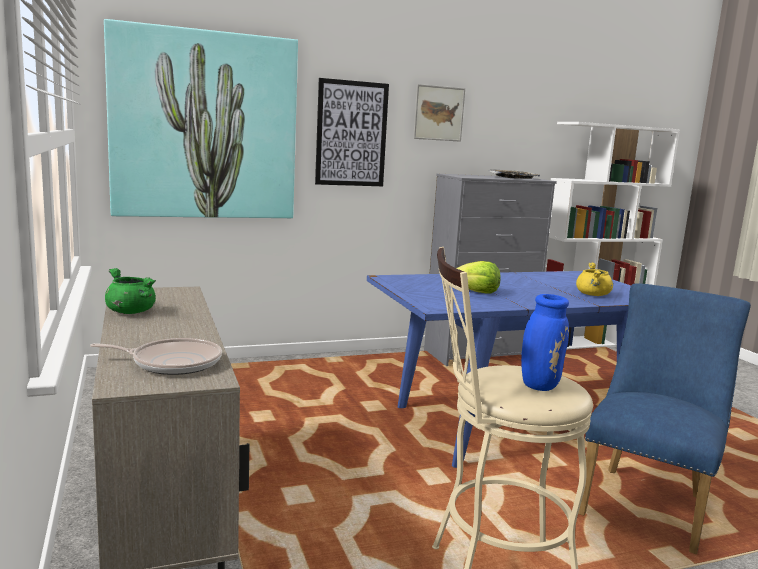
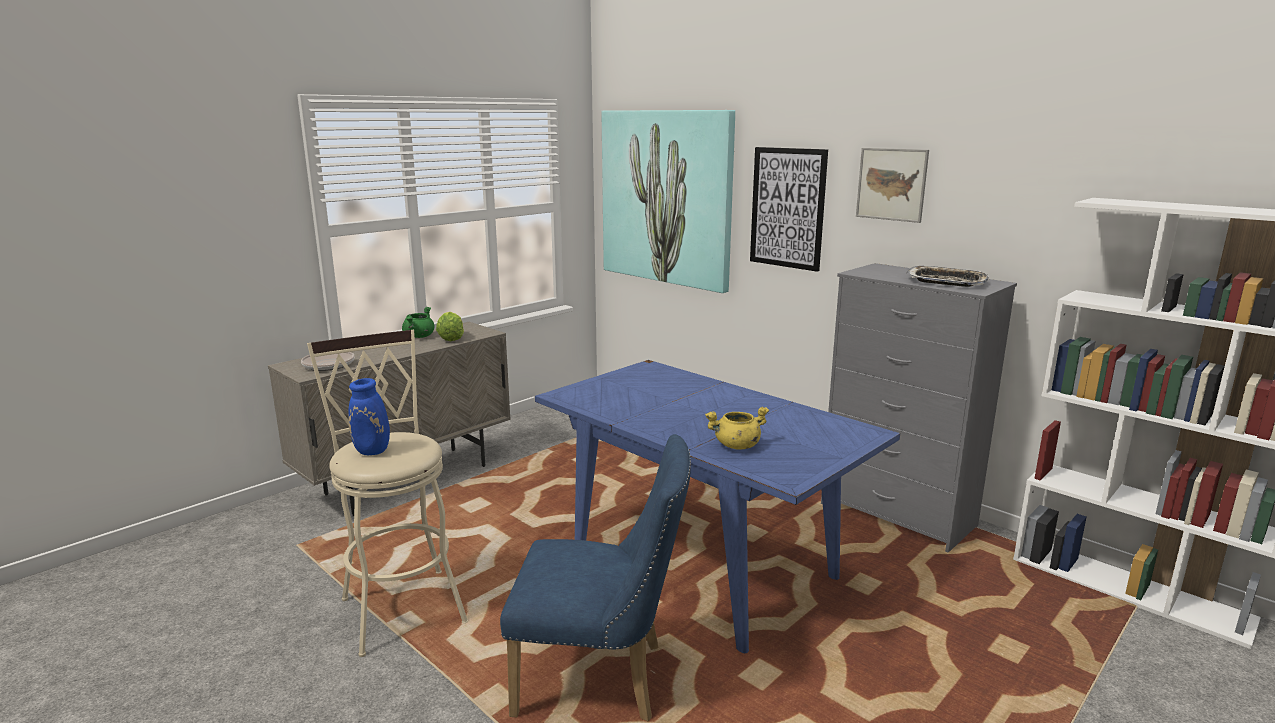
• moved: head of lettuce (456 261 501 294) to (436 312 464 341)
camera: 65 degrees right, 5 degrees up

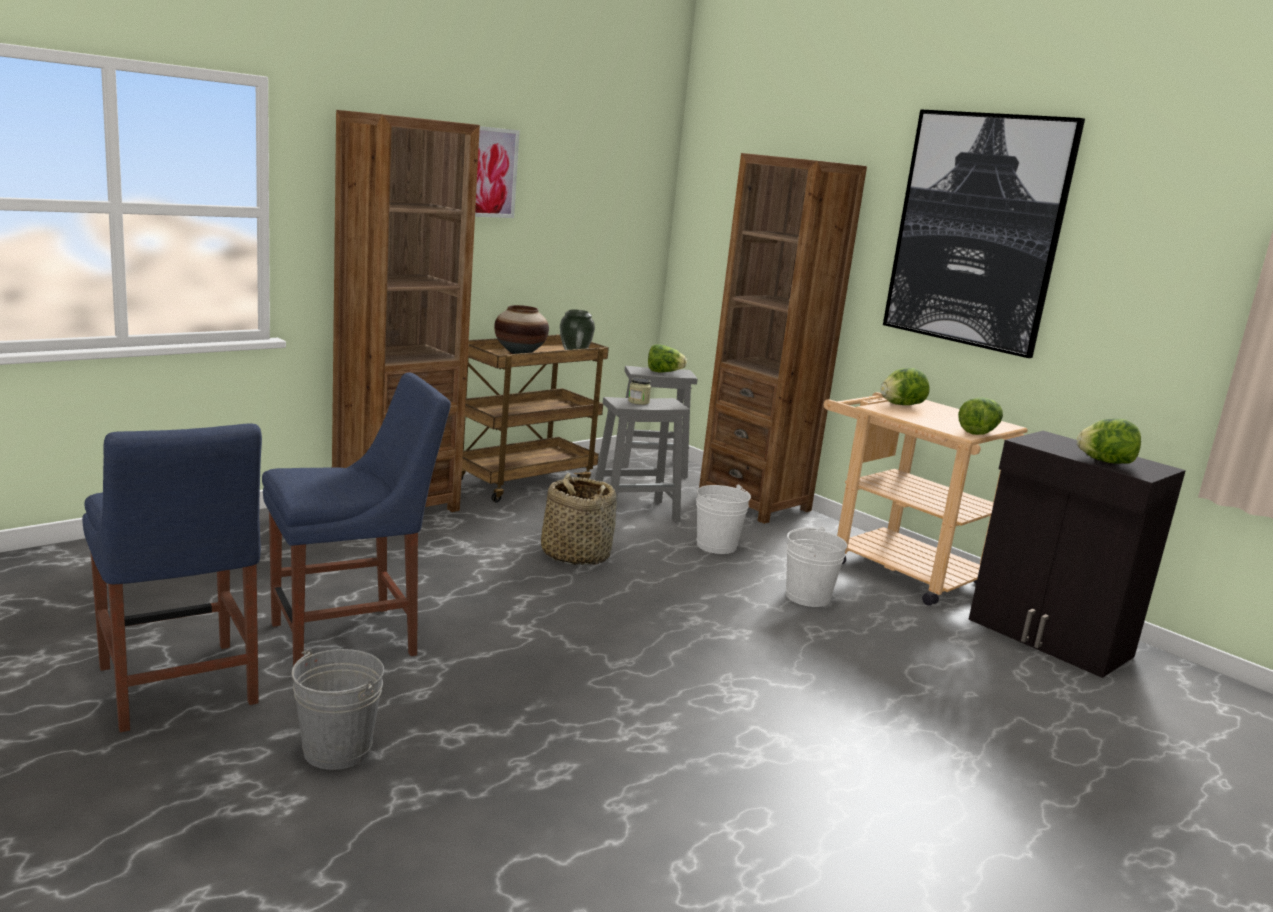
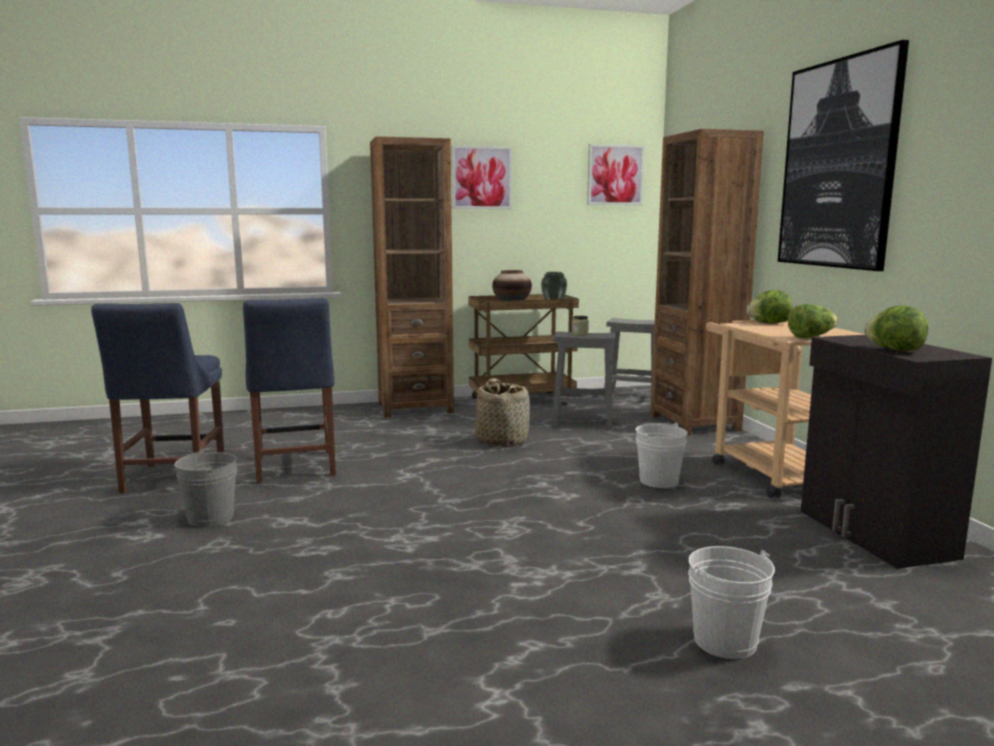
• turned: upright chair/blue-coloured (262 373 451 666) = (243 298 336 483) 75 degrees clockwise
• added: wall picture (587 144 645 205)
• moved: pail/white-coloured (696 485 751 554) to (688 546 775 659)
• removed: head of lettuce (648 344 687 372)
camera: 30 degrees right, 5 degrees down

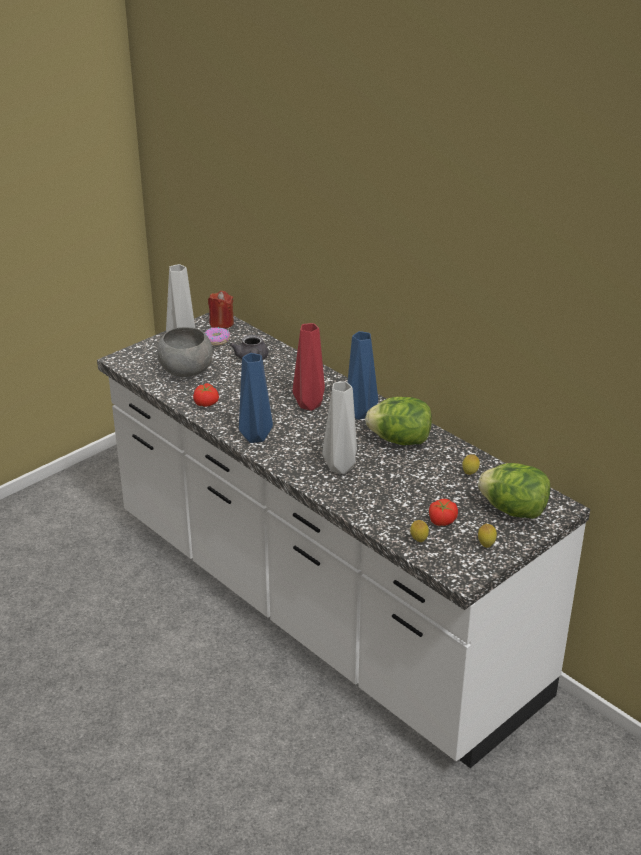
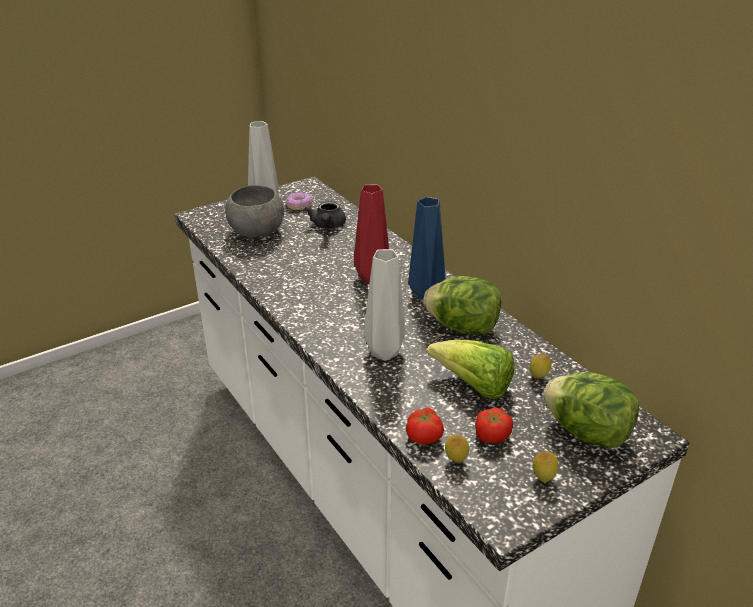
• moved: whole tomato (193 383 219 407) to (406 407 444 445)
• added: head of lettuce (427 340 514 399)
• removed: wax light/red-coloured (208 291 234 329)
• removed: flower vase/blue-coloured (239 353 273 443)
camera: 10 degrees right, 0 degrees up

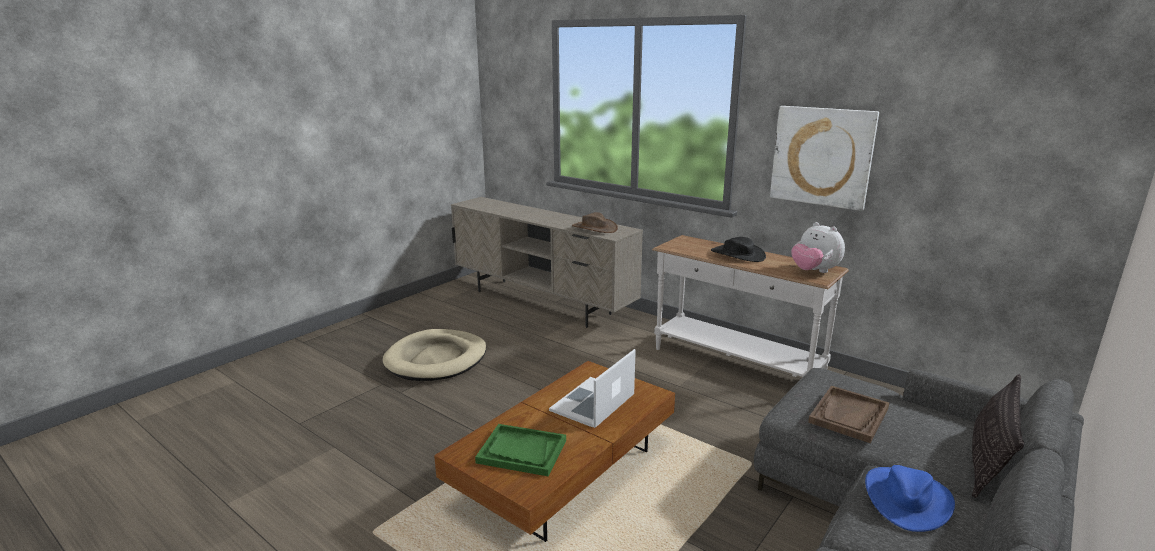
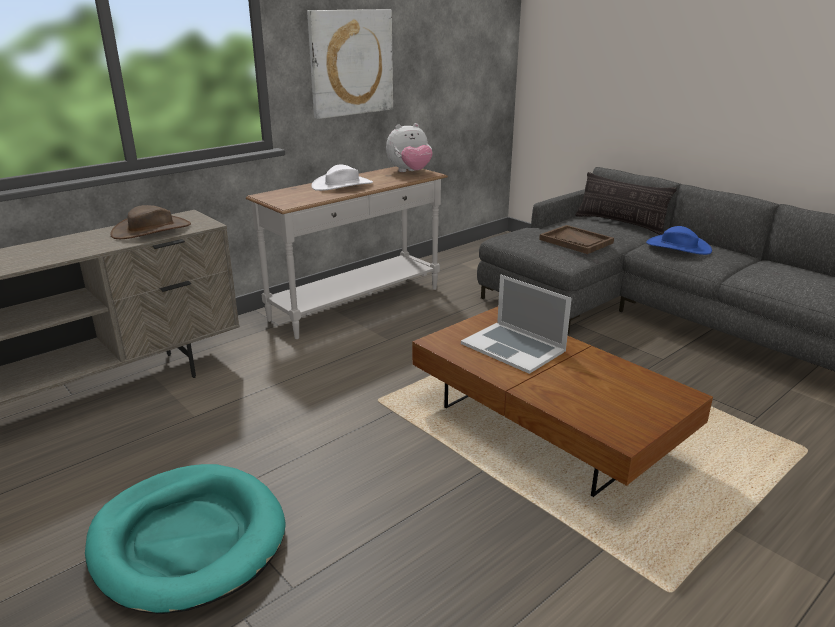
• recoloured: pet bed/beige-coloured (382 329 486 381) to pet bed/turquoise (85 464 285 614)
• recoloured: wearable hat/black (711 237 766 262) to wearable hat/white-coloured (311 164 373 191)
• removed: serving tray/greenish (475 424 566 476)
camera: 80 degrees left, 5 degrees up

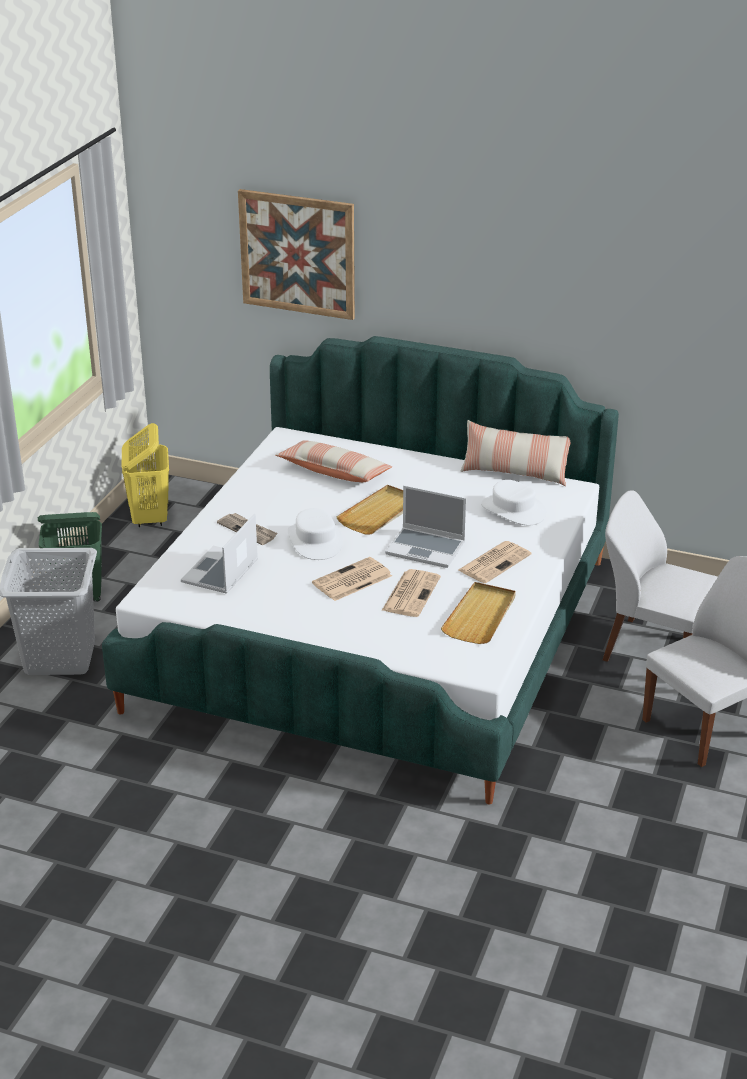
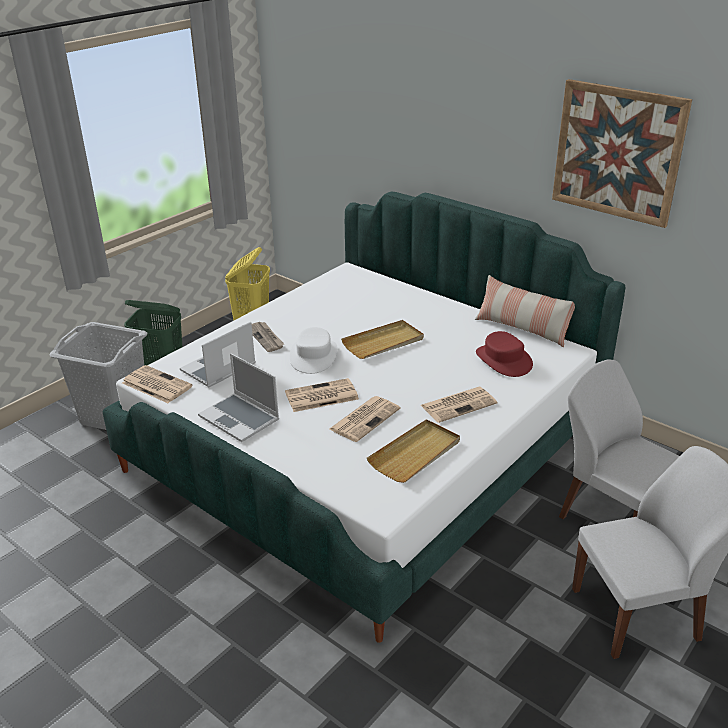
• added: daily paper (122 365 193 403)
• moved: notebook computer (385 486 466 568) to (198 353 279 442)
• recoloured: wearable hat/white-coloured (481 480 547 526) to wearable hat/red-coloured (476 331 533 377)
• moved: wall picture (238 189 355 320) to (552 79 692 228)
• removed: cushion (275 440 392 482)
camera: 20 degrees right, 0 degrees up

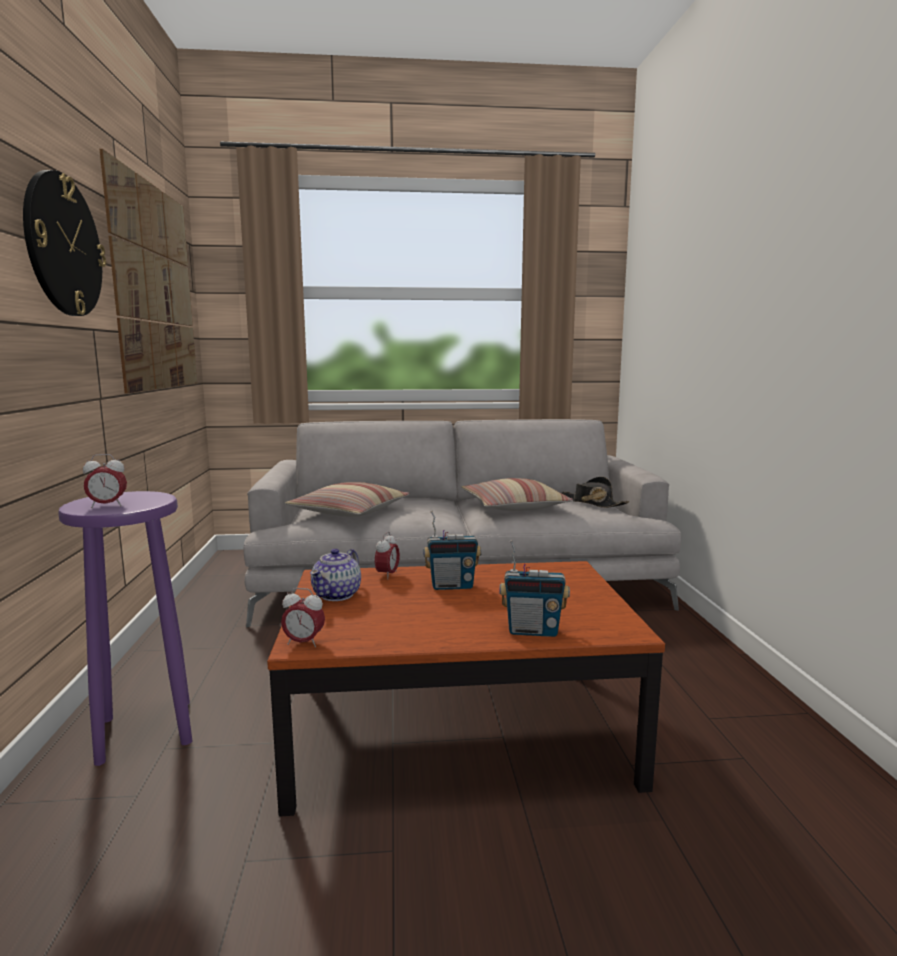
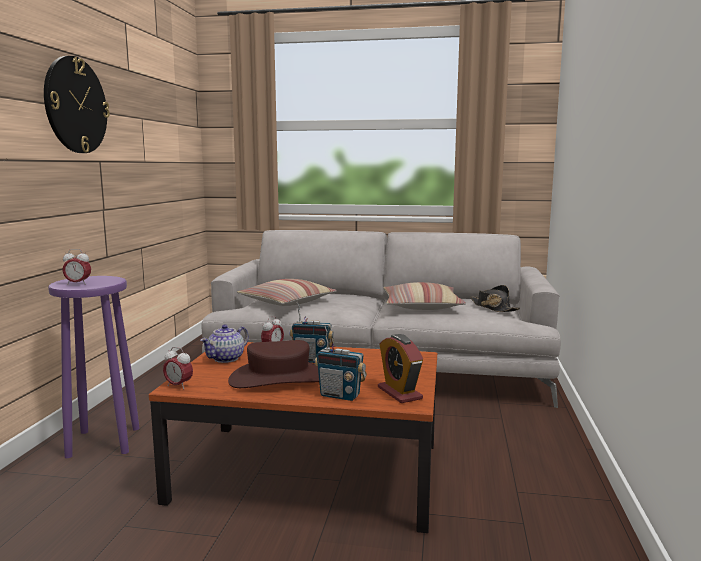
• added: wearable hat/brown-coloured (228 340 319 388)
• added: bedside clock (378 334 423 403)
• removed: wall picture (100 149 197 393)
camera: 15 degrees right, 0 degrees up

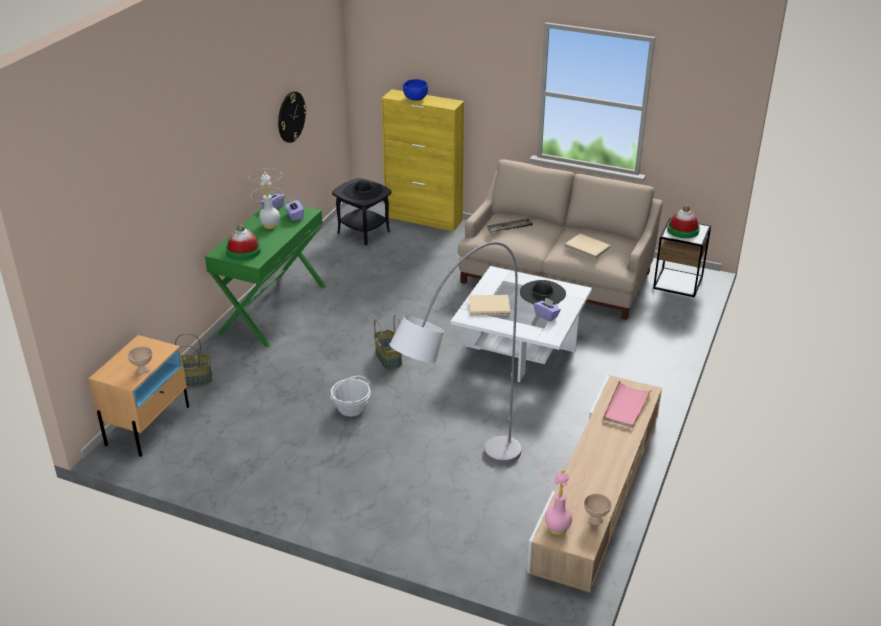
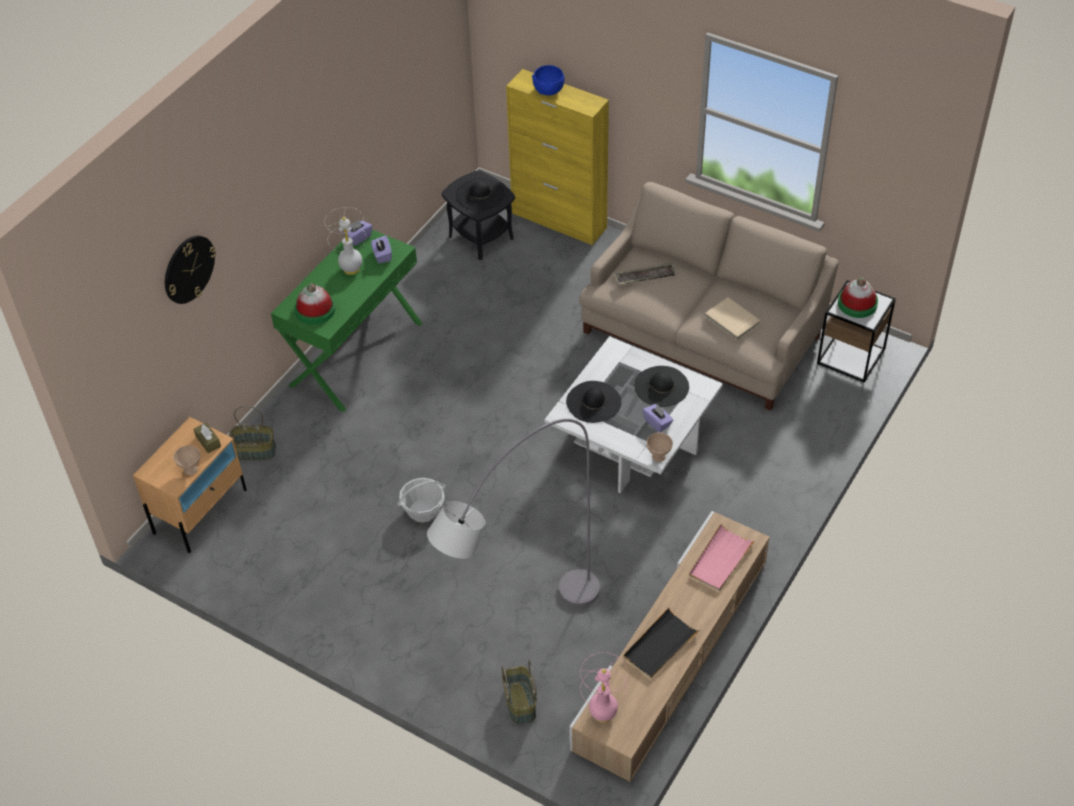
• moved: hanging clock (278 91 307 143) to (165 236 216 304)
• added: box of tissues/brown-coloured (194 422 221 453)
• moved: basket (374 315 402 369) to (502 660 537 724)
• replaced: bound book/beige-coloured (469 295 510 315) to wearable hat/black (566 381 621 423)
• added: serving tray/black (623 607 700 678)
• moved: serving bowl/beige-coloured (584 494 611 525) to (647 433 673 462)
camera: 10 degrees right, 15 degrees up

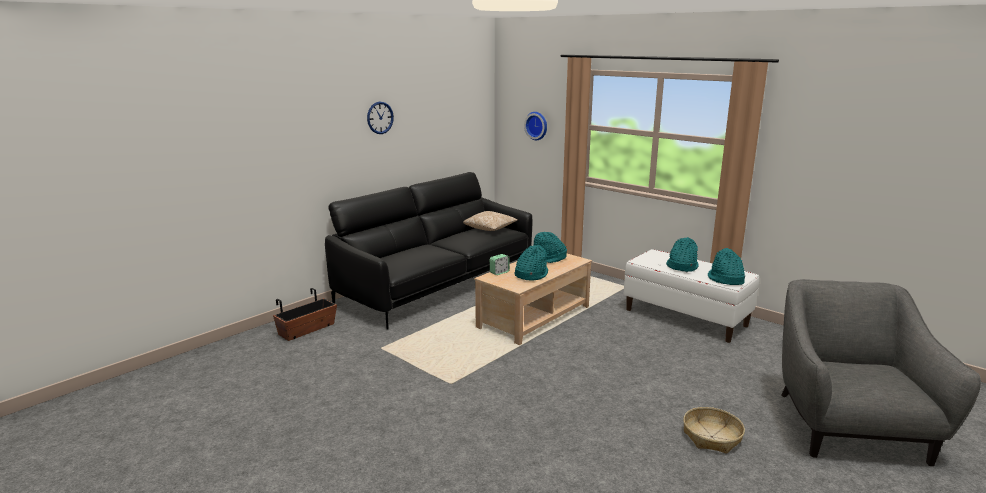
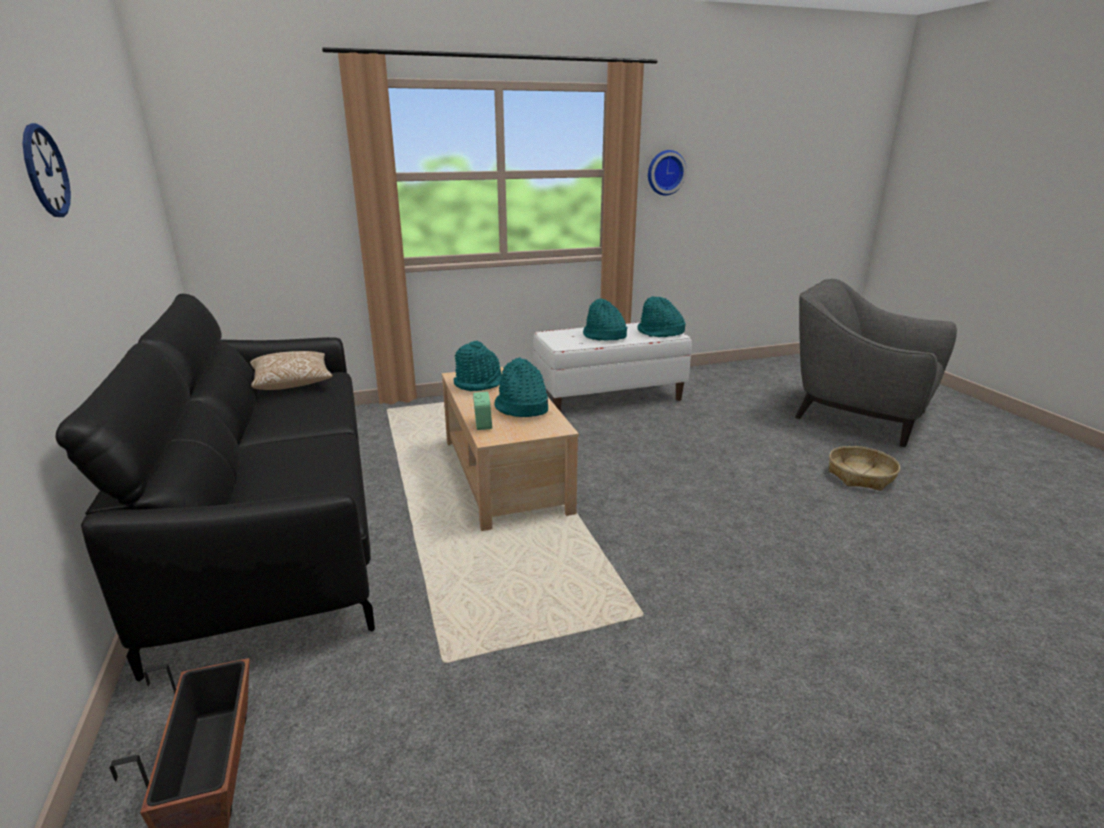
• moved: hanging clock (524 112 547 140) to (648 150 687 196)
camera: 60 degrees left, 5 degrees up

